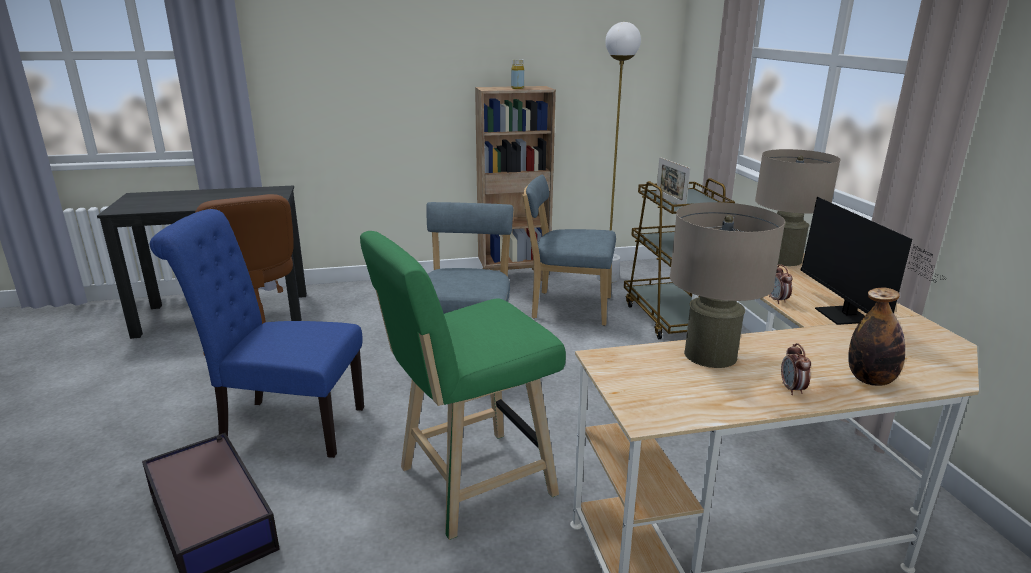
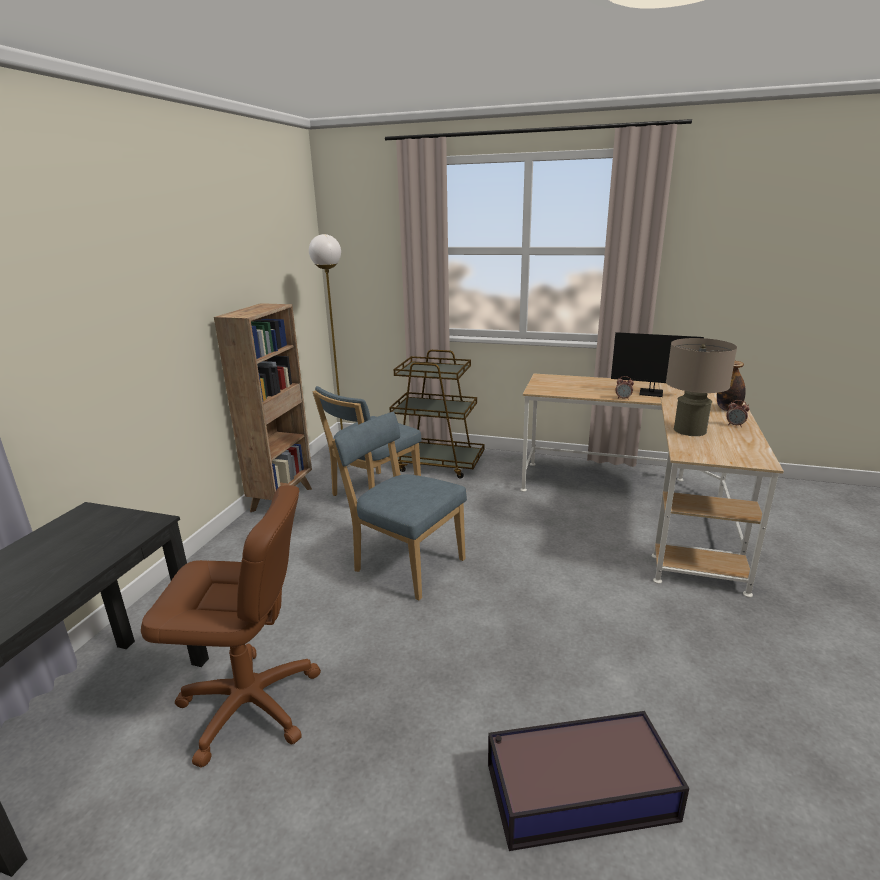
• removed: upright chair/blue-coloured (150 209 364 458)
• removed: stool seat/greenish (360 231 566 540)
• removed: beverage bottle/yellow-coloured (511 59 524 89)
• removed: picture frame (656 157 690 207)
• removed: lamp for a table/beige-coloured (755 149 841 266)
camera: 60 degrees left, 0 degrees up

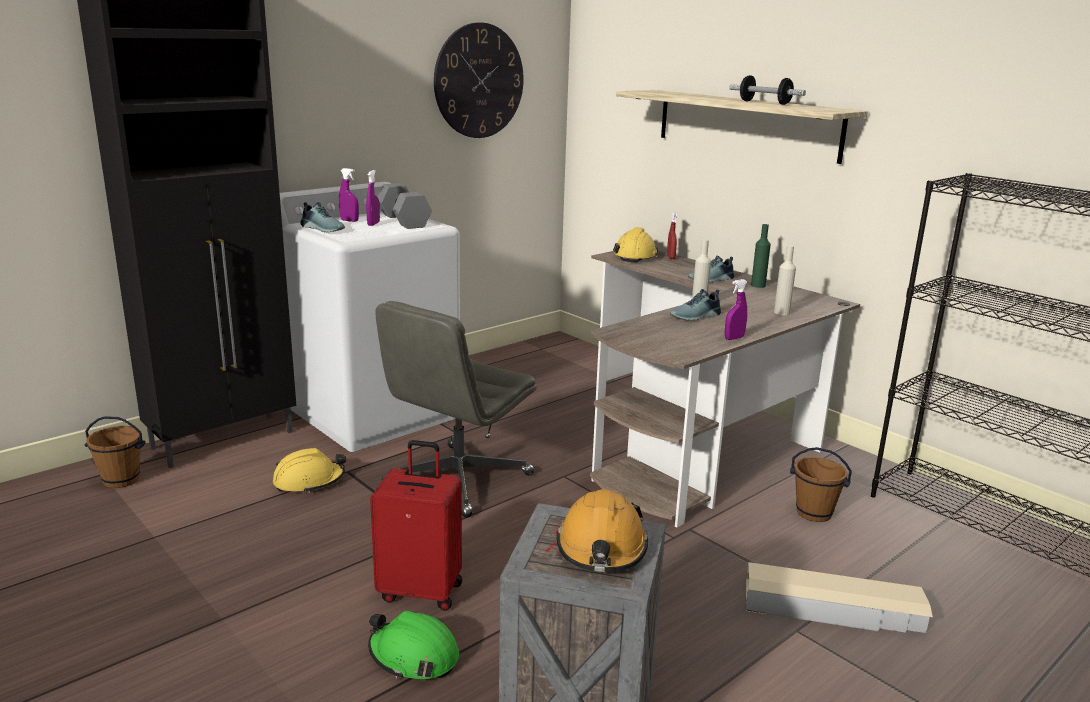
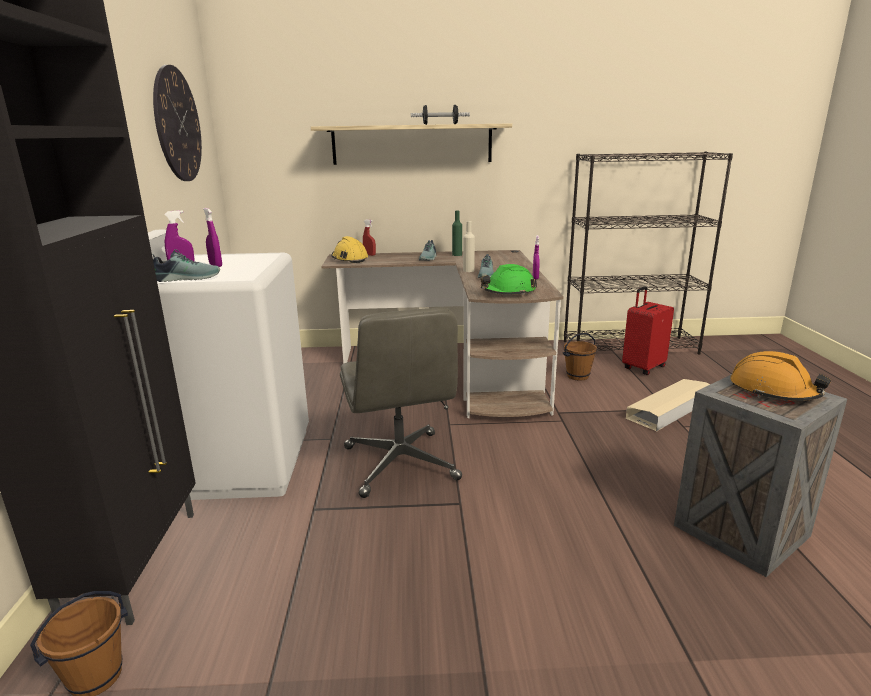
• moved: work helmet/greenish (368 611 459 679) to (481 264 537 296)
• moved: travel case/red-coloured (370 440 462 611) to (622 286 674 375)
• removed: work helmet/yellow-coloured (273 448 346 493)
• removed: hand weight/greyish (378 183 432 229)
• removed: beverage bottle/beige-coloured (774 245 796 315)
camera: 50 degrees left, 0 degrees up

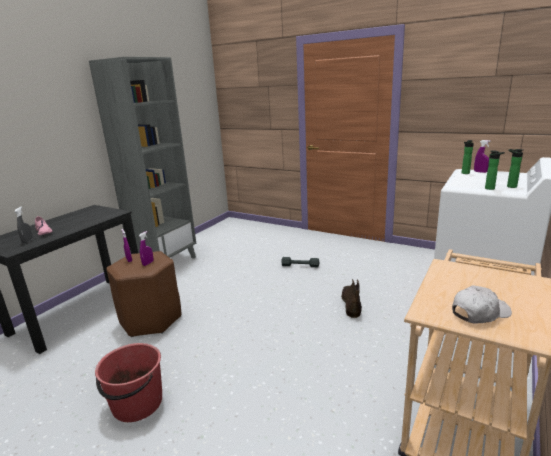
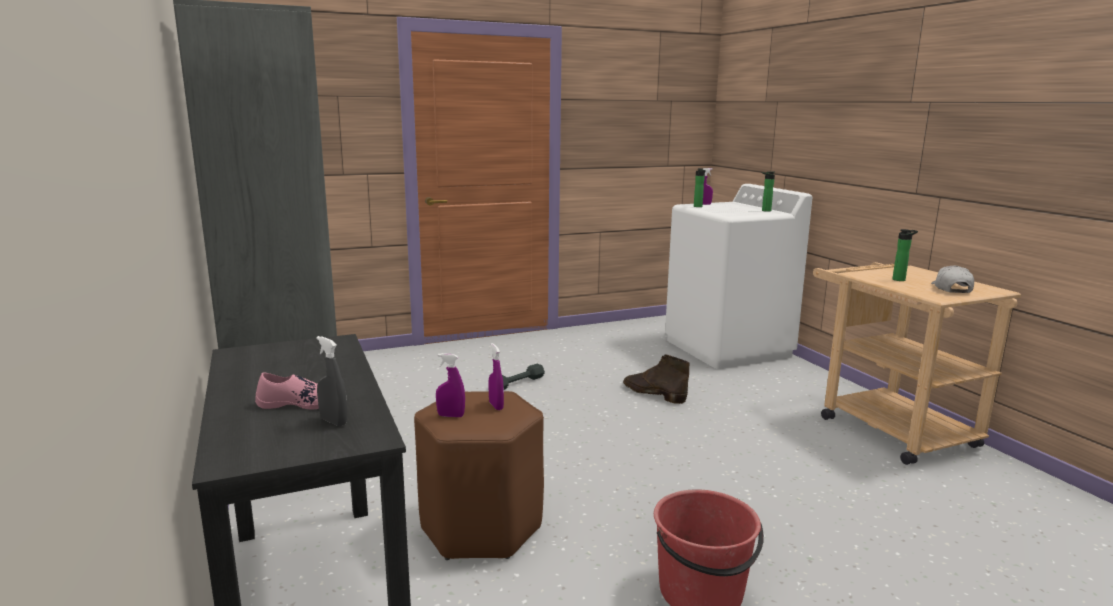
• moved: beverage bottle (485 151 505 190) to (892 229 918 281)
camera: 55 degrees left, 5 degrees down

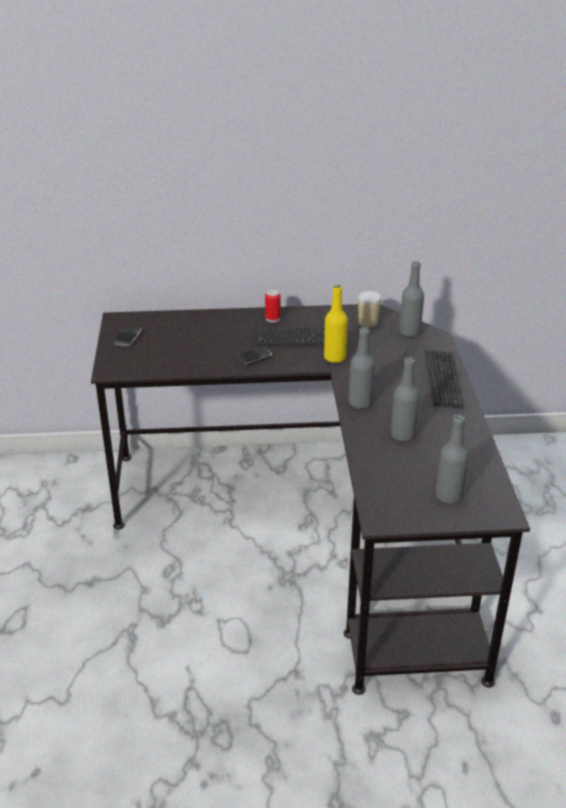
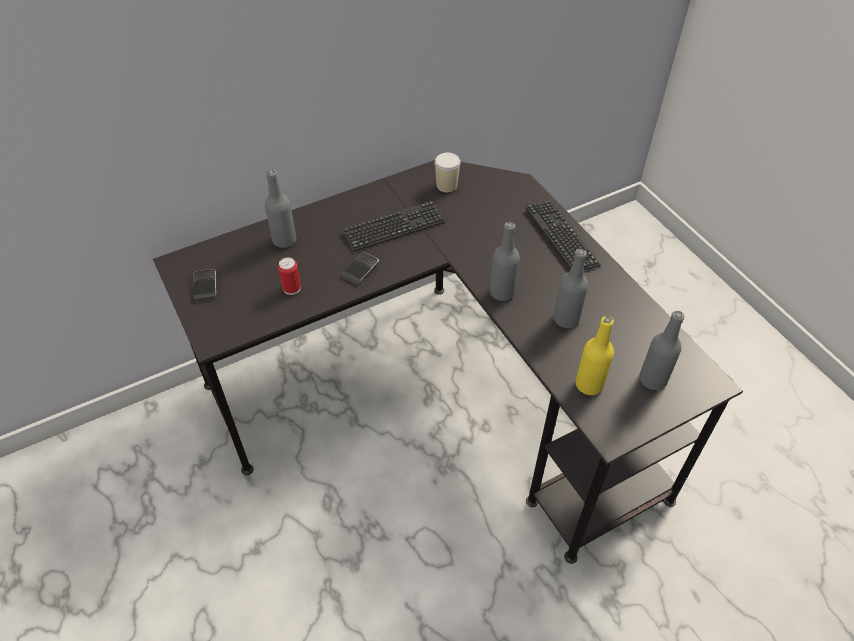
• moved: beverage bottle/greyish (399 261 424 337) to (265 169 296 248)
• moved: can (265 289 281 322) to (278 257 301 295)
• moved: beverage bottle/yellow-coloured (324 285 348 363) to (576 316 614 395)
camera: 25 degrees left, 15 degrees up

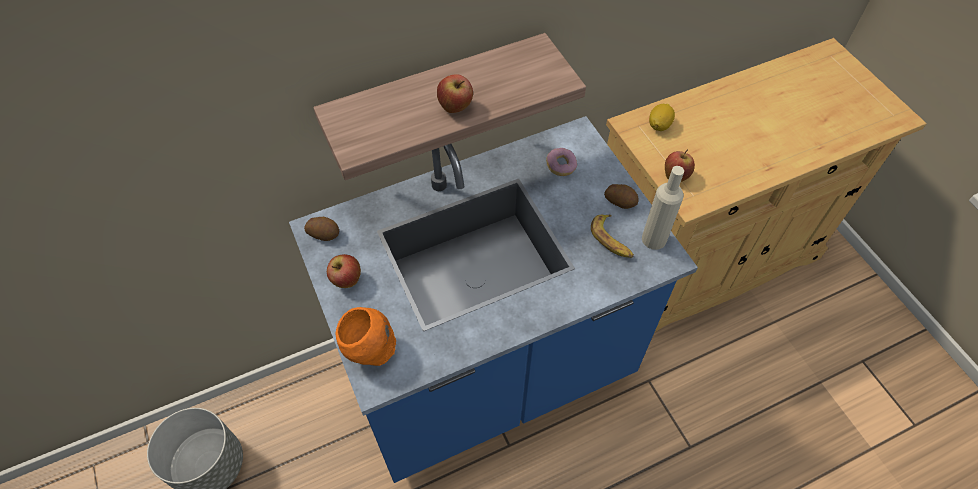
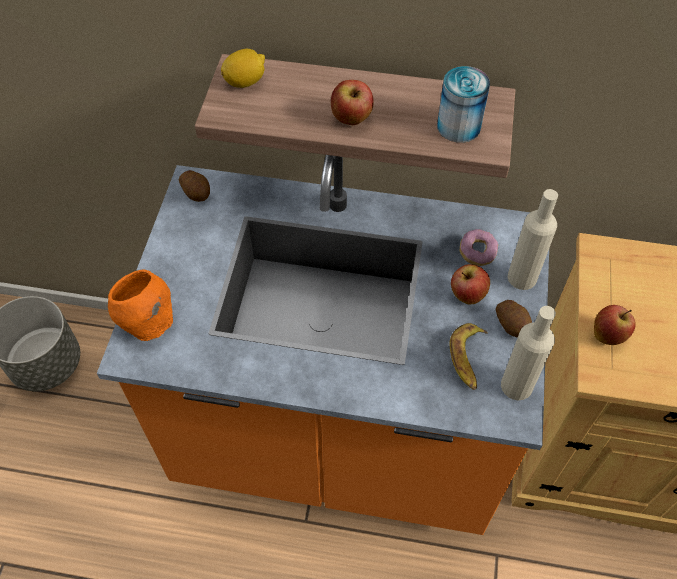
• recoloured: counter/blue-coloured (289 116 698 483) to counter/orangey (97 155 549 535)
• moved: whole lemon (649 104 675 131) to (221 49 265 88)
• added: can (437 66 490 143)
• moved: apple fruit (327 254 361 288) to (451 264 490 304)
• added: beverage bottle/beige-coloured (508 189 558 290)
camera: 35 degrees right, 0 degrees up

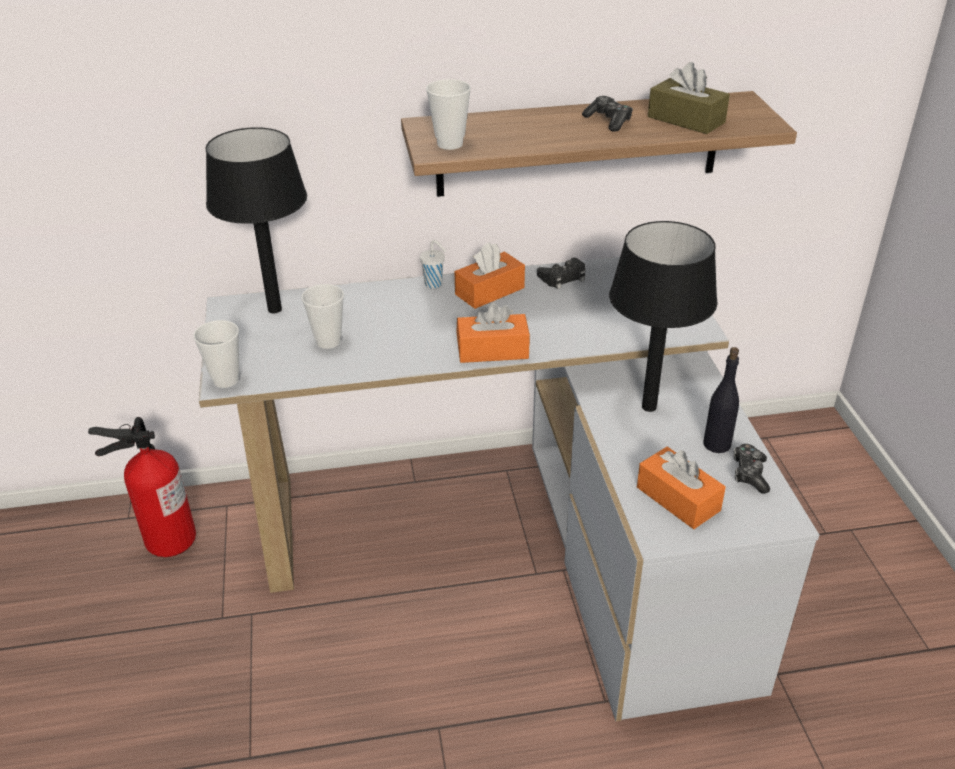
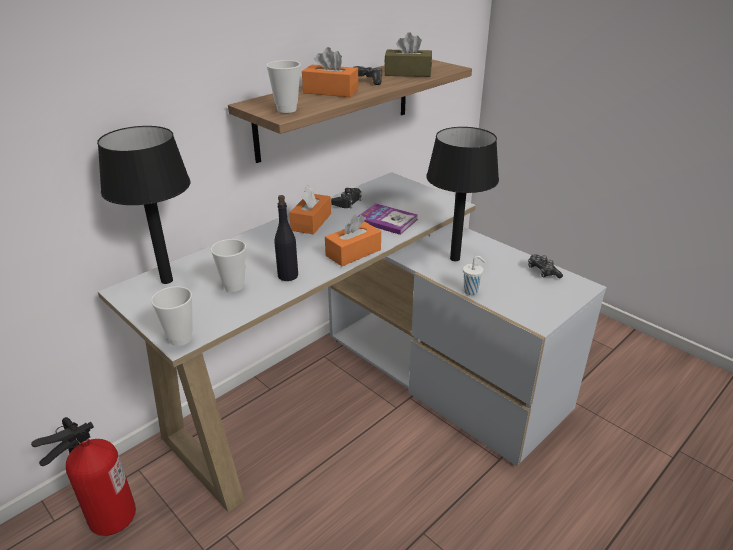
• moved: beverage bottle/black (703 347 739 453) to (275 195 298 281)
• moved: box of tissues/orangey (637 447 726 529) to (302 47 358 97)
• added: bound book (358 203 418 235)
• moved: drinking cup/white-coloured (420 240 446 289) to (463 256 486 295)
camera: 35 degrees left, 5 degrees down

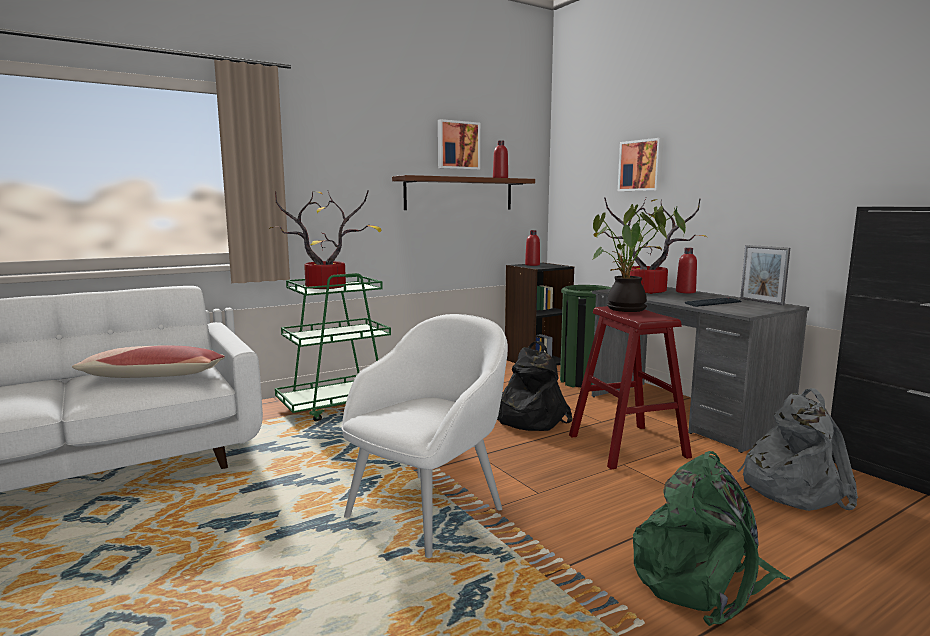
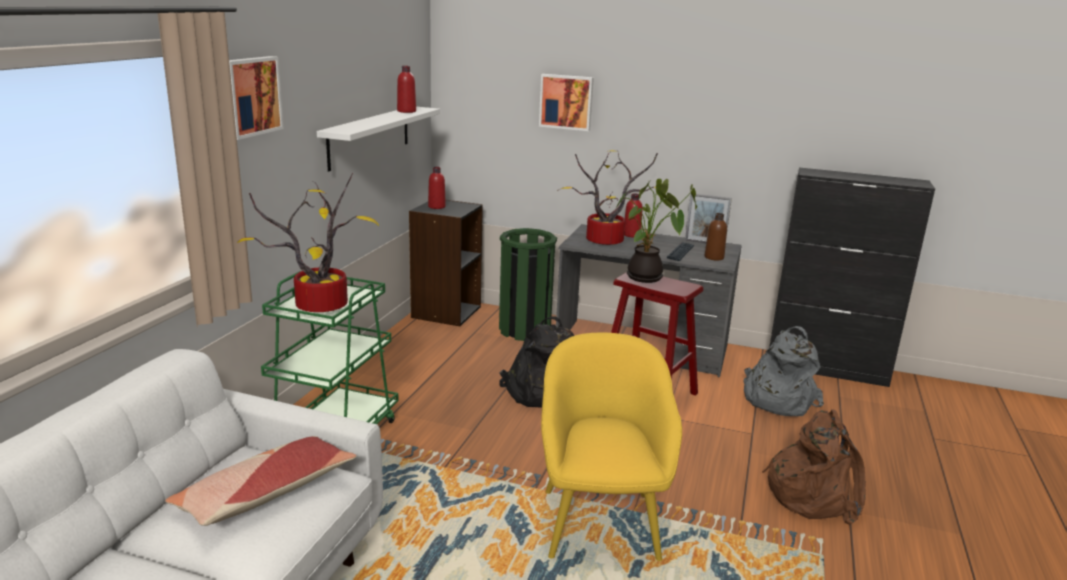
• moved: wall picture (438 119 480 170) to (229 56 284 140)
• recoloured: wall shelf/brown-coloured (392 175 535 210) to wall shelf/white-coloured (317 107 440 171)
• recoloured: lounge chair/white-coloured (341 314 508 558) to lounge chair/yellow-coloured (541 333 682 561)
• added: beverage bottle/brown-coloured (705 213 727 261)
• recoloured: knapsack/greenish (633 451 790 626) to knapsack/brown-coloured (762 409 866 524)
camera: 40 degrees left, 10 degrees up

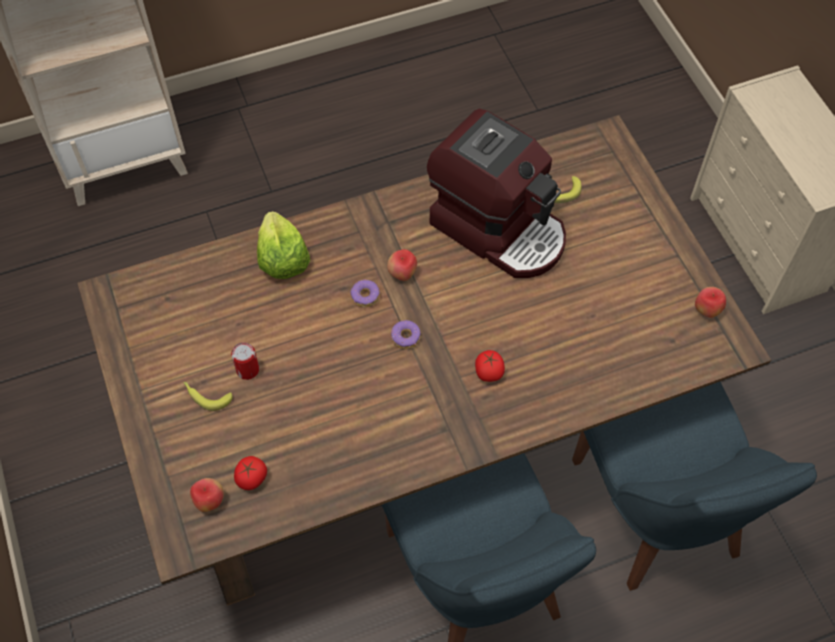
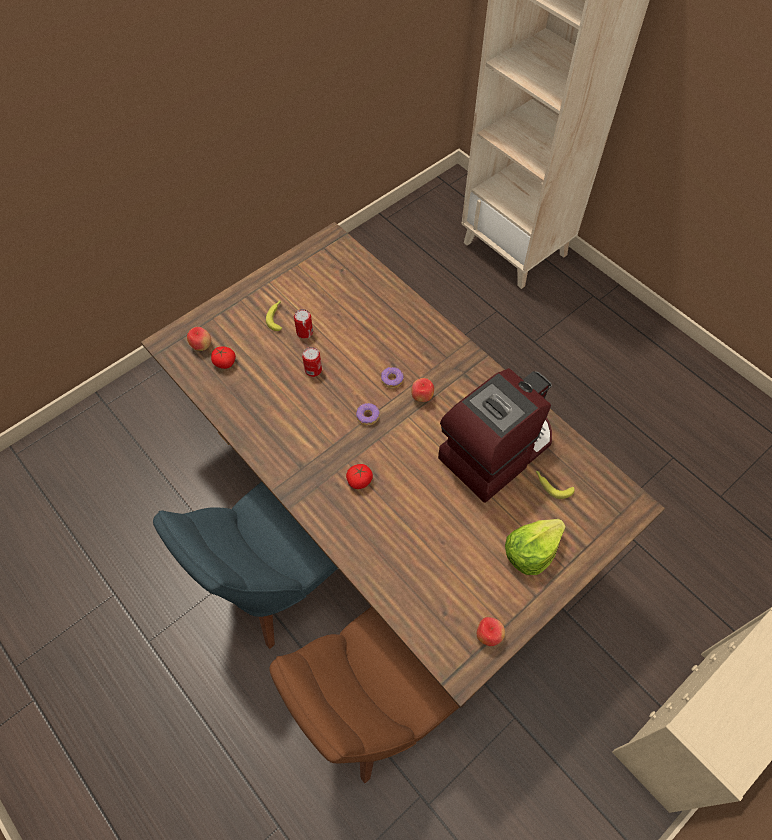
• recoloured: upright chair/blue-coloured (572 382 817 591) to upright chair/brown-coloured (270 607 467 783)
• added: can (302 347 322 377)
• turned: coffee maker (427 108 566 278) = (438 368 552 503) 150 degrees counterclockwise
• moved: head of lettuce (257 211 310 279) to (505 519 566 575)
camera: 70 degrees right, 0 degrees up

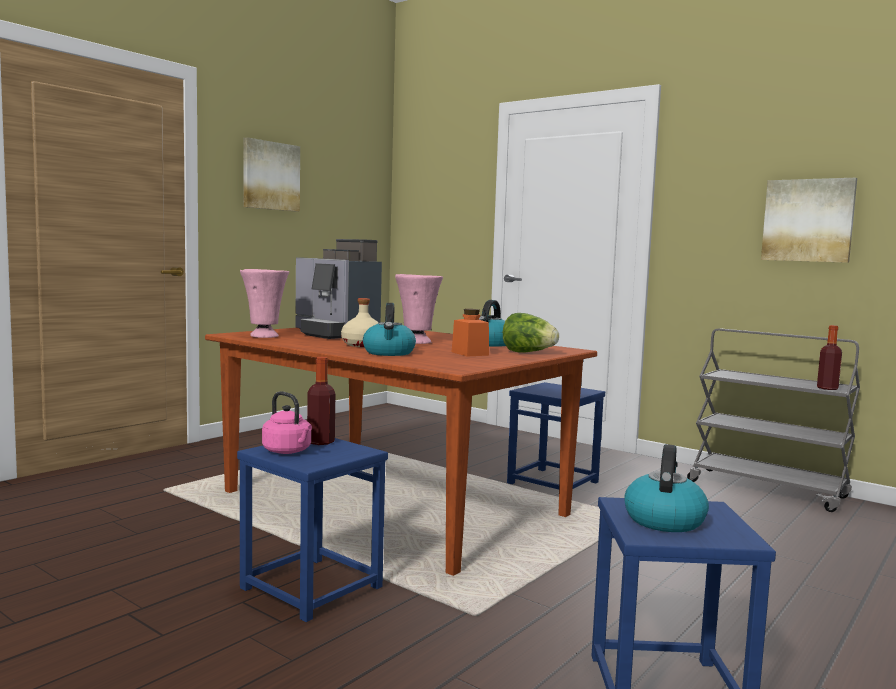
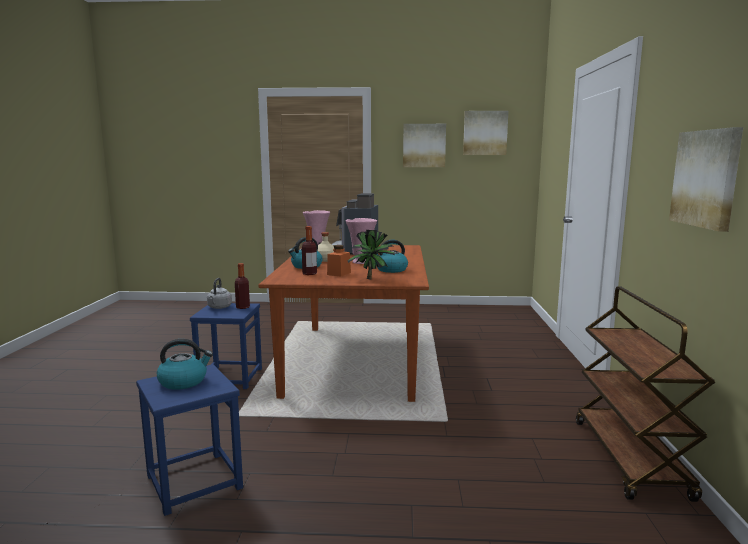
• recoloured: kettle/pink (262 391 312 454) to kettle/greyish (207 278 232 309)
• moved: beverage bottle (817 325 842 390) to (302 226 317 275)
• replaced: head of lettuce (503 313 559 353) to houseplant (347 230 395 280)
• added: wall picture (463 111 508 155)
• recoloured: cart/greyish (687 328 860 512) to cart/brown-coloured (576 287 715 502)
• removed: stool seat/blue-coloured (507 382 605 490)
camera: 55 degrees right, 5 degrees up

